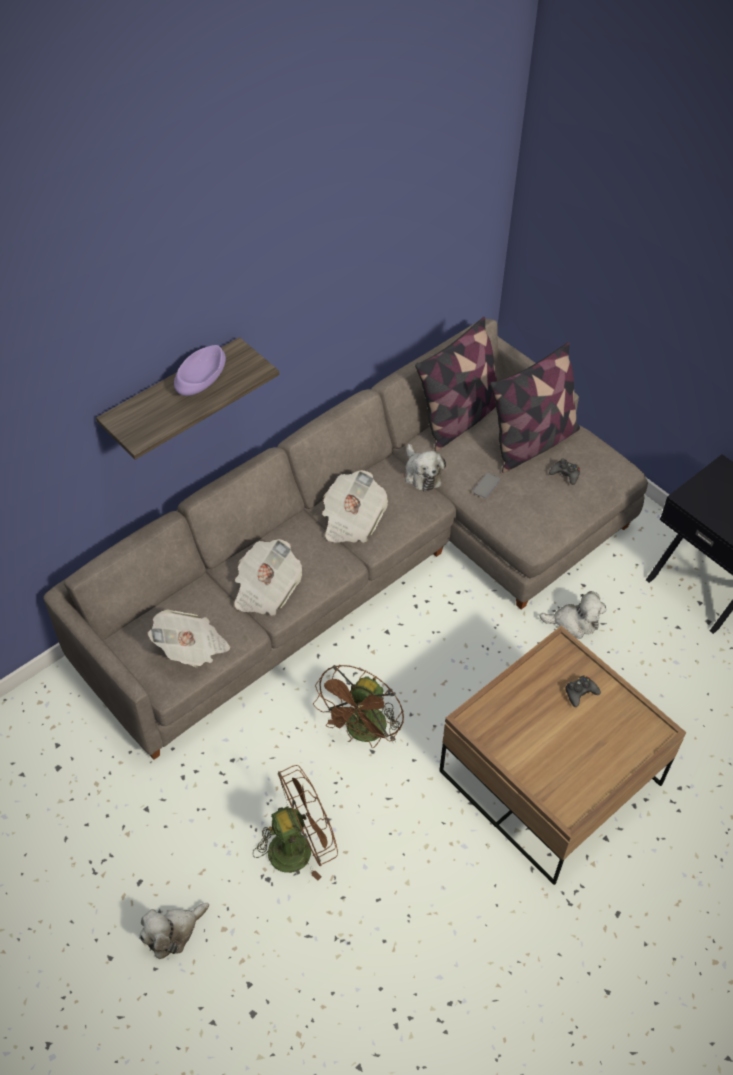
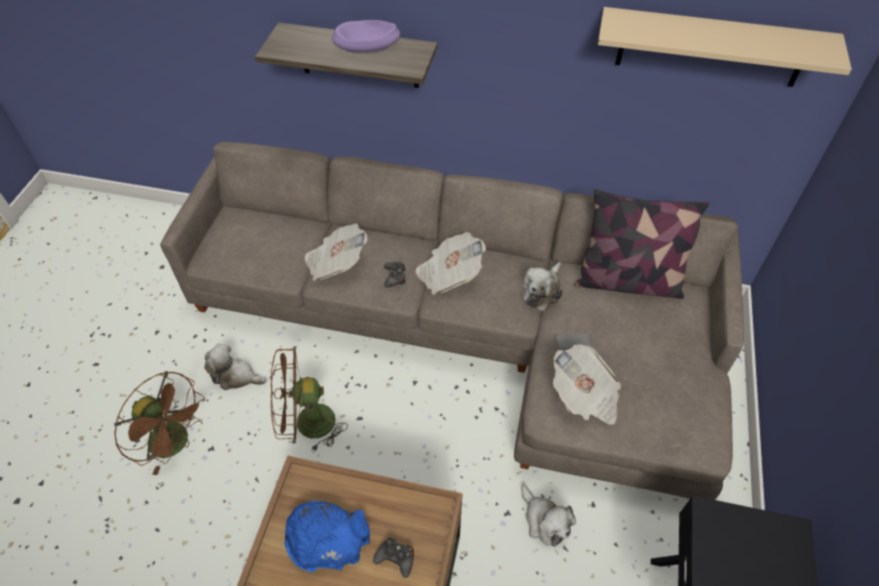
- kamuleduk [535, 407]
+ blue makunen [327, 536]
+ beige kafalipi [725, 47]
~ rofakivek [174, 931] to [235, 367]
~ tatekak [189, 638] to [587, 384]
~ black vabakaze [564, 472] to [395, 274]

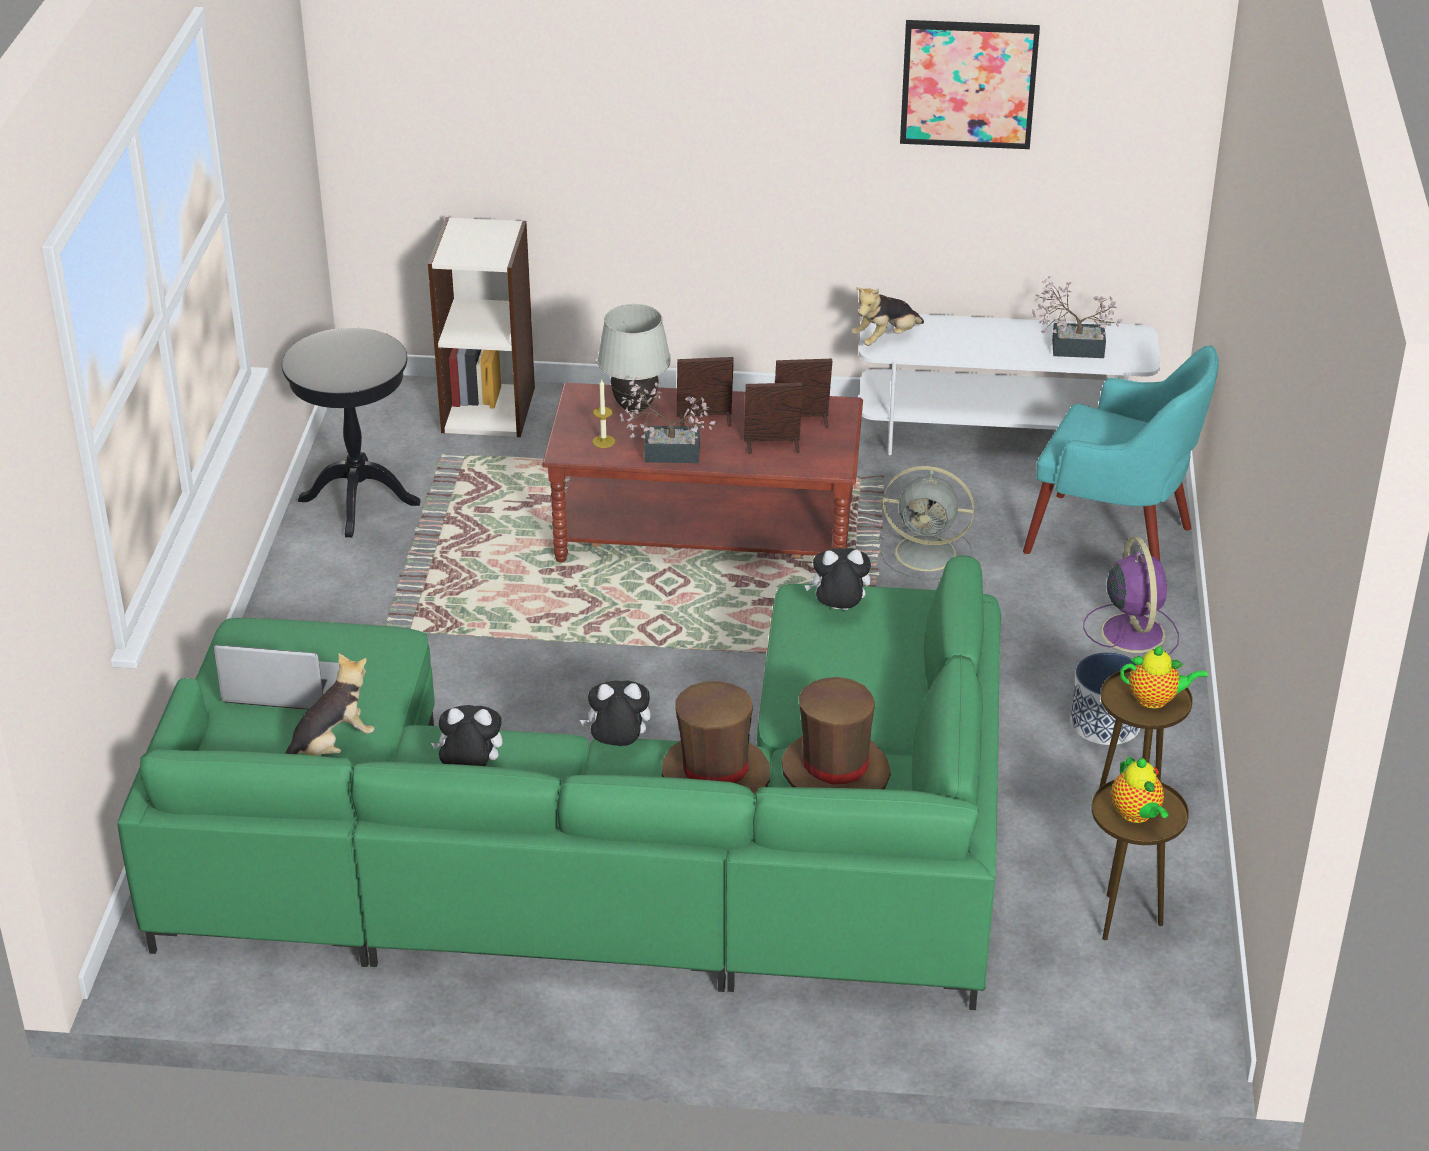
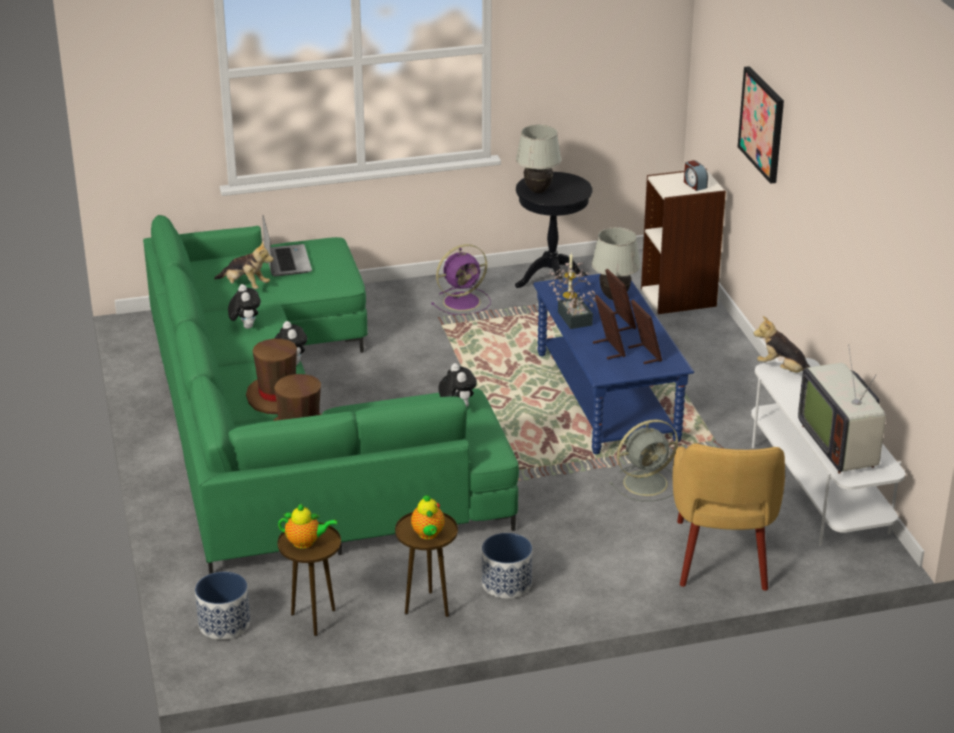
+ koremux [222, 606]
+ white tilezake [538, 159]
+ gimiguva [696, 175]
~ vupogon [970, 84] to [761, 125]
~ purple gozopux [1131, 596] to [461, 279]
~ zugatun [1077, 317] to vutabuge [842, 409]
~ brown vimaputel [702, 472] to blue vimaputel [613, 364]
~ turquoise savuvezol [1121, 453] to yellow savuvezol [729, 517]
~ grey gozopux [928, 523] = [643, 460] 105 degrees counterclockwise
~ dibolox [1140, 789] = [307, 526] 135 degrees counterclockwise

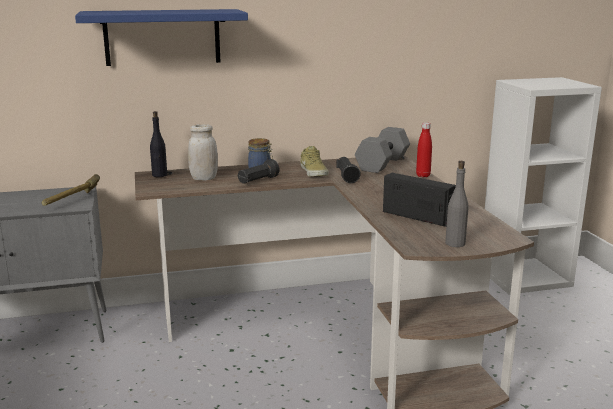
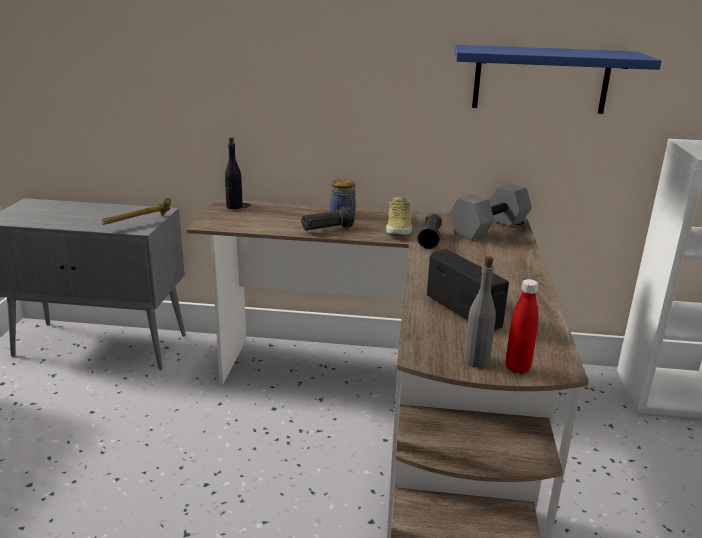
- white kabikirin [203, 152]
~ blue kafalipi [161, 37] to [558, 79]
~ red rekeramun [424, 149] to [522, 326]

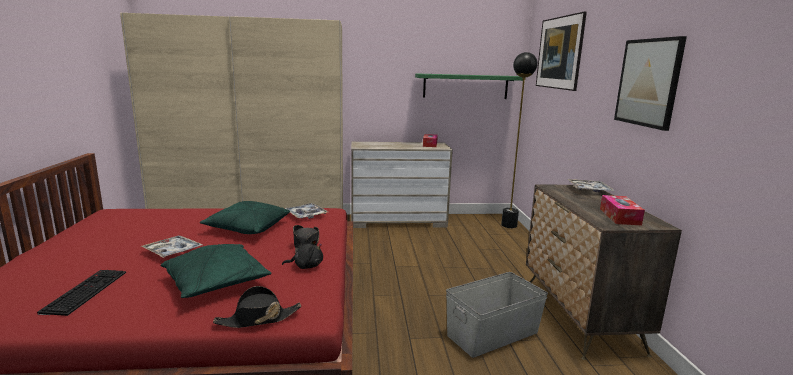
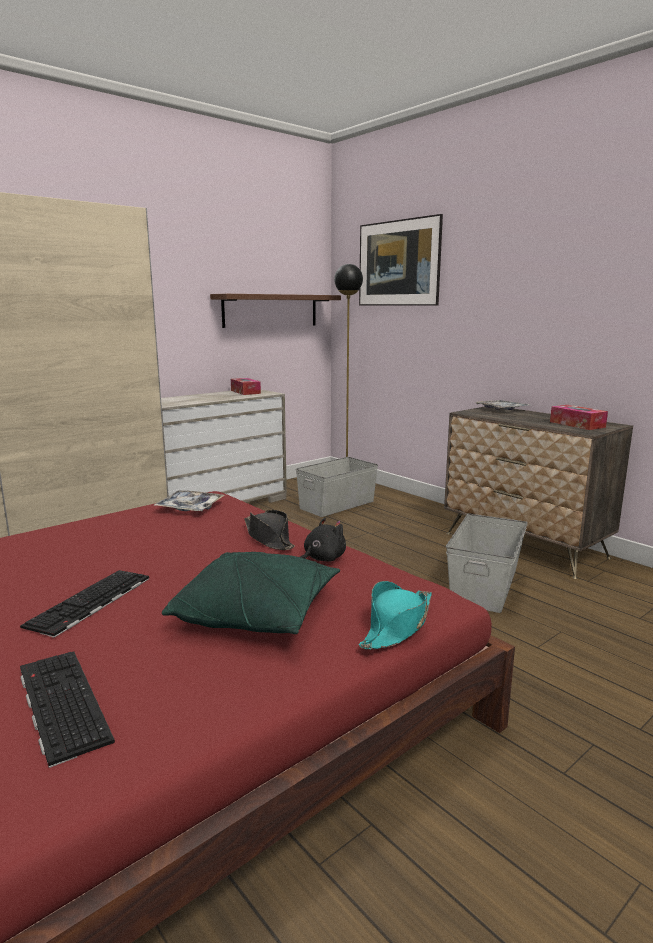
- green kamuleduk [245, 217]
- vupogon [650, 83]
+ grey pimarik [337, 487]
~ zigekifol [172, 247] to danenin [84, 604]
~ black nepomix [257, 307] to turquoise nepomix [395, 615]
~ green kafalipi [469, 86] to brown kafalipi [275, 311]

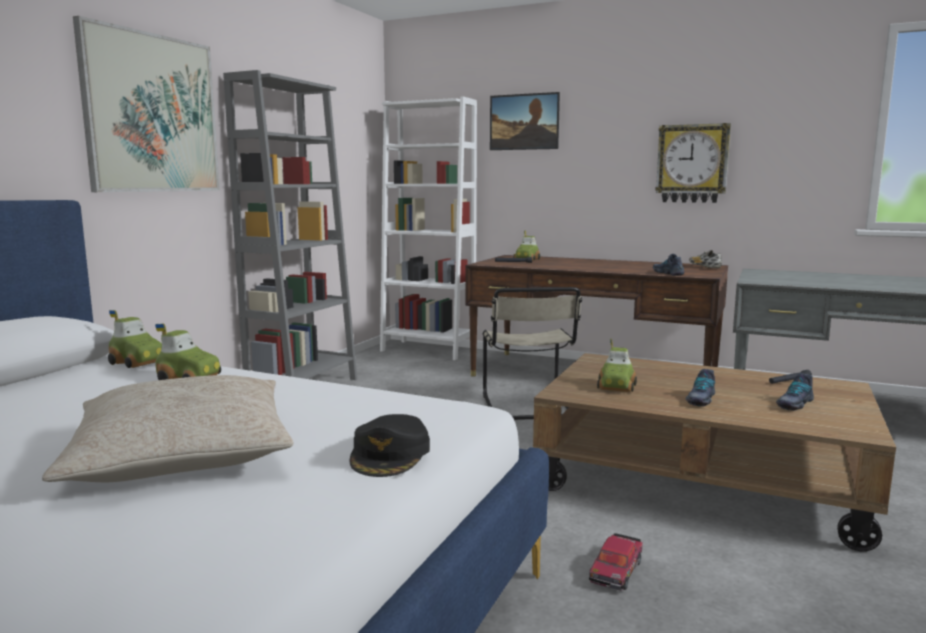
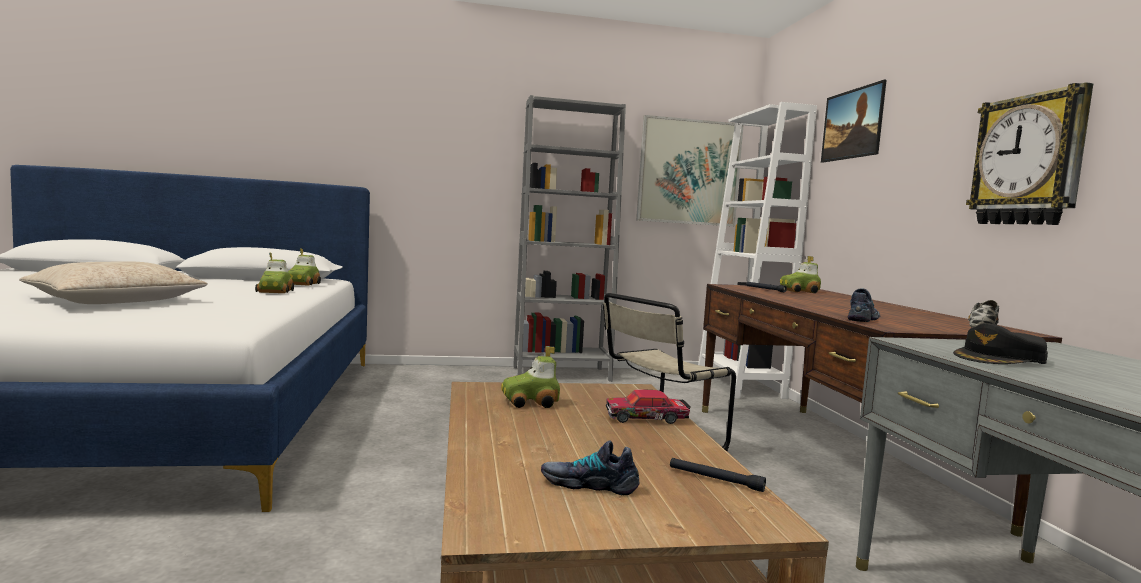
- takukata [700, 388]
~ vupogon [146, 104] to [689, 170]
~ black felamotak [390, 445] to [1000, 343]
~ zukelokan [615, 562] to [648, 407]

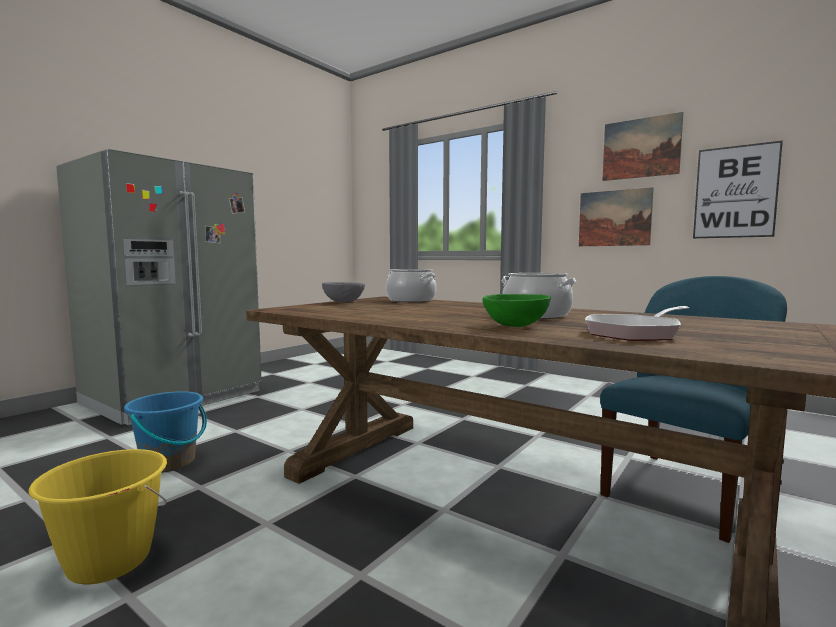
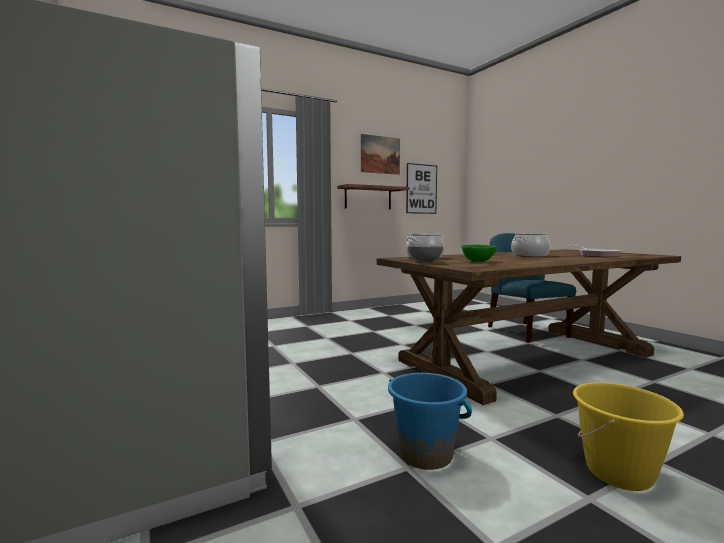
~ green makunen [517, 310] to [479, 253]
~ vupogon [616, 216] to kafalipi [373, 196]

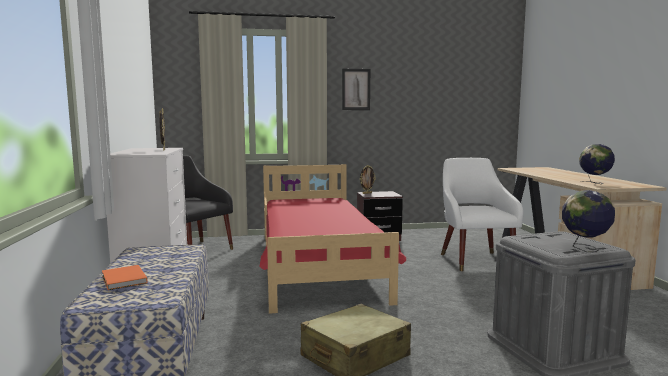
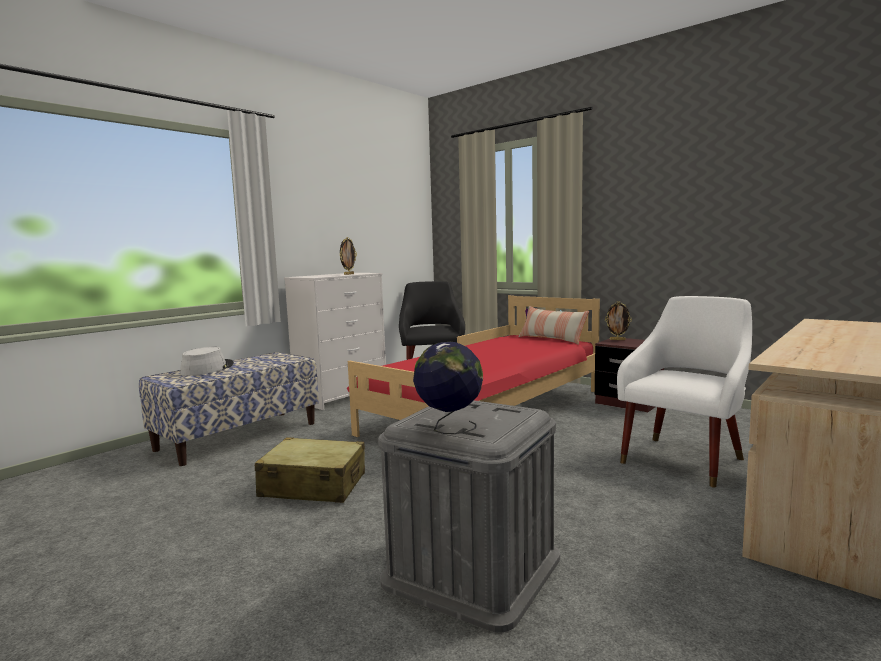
- vupogon [356, 89]
- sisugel [597, 164]
+ kamuleduk [554, 325]
~ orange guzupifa [125, 277] to grey nepomix [207, 361]

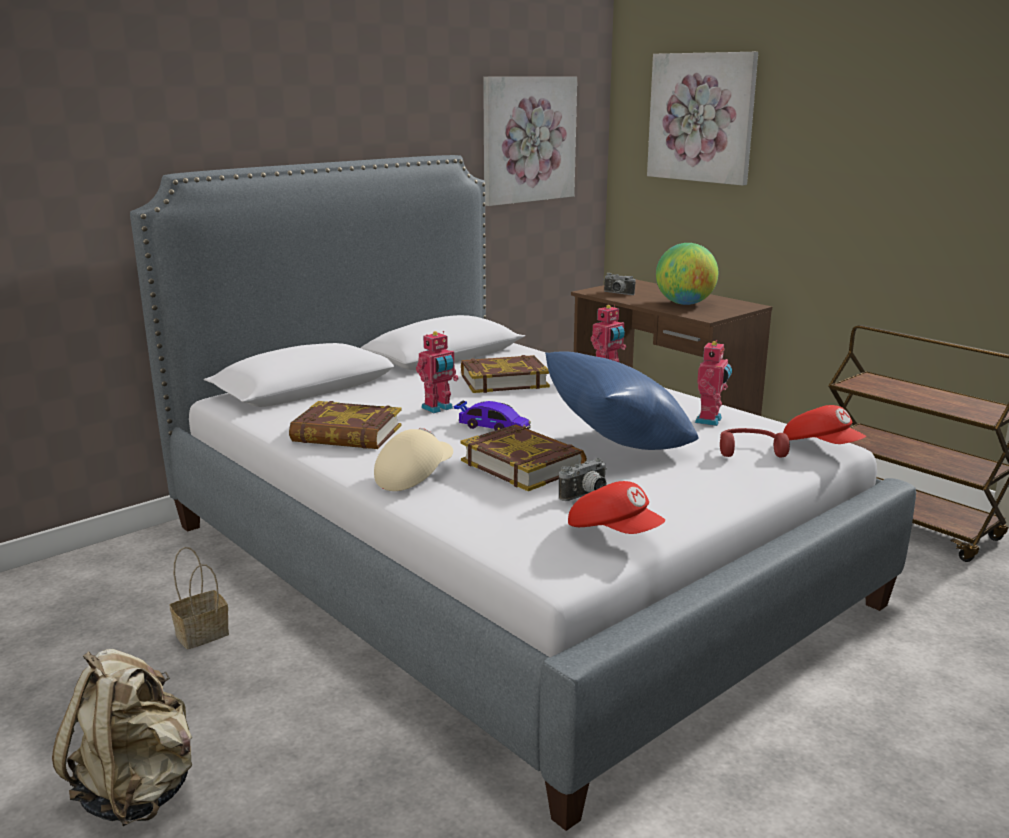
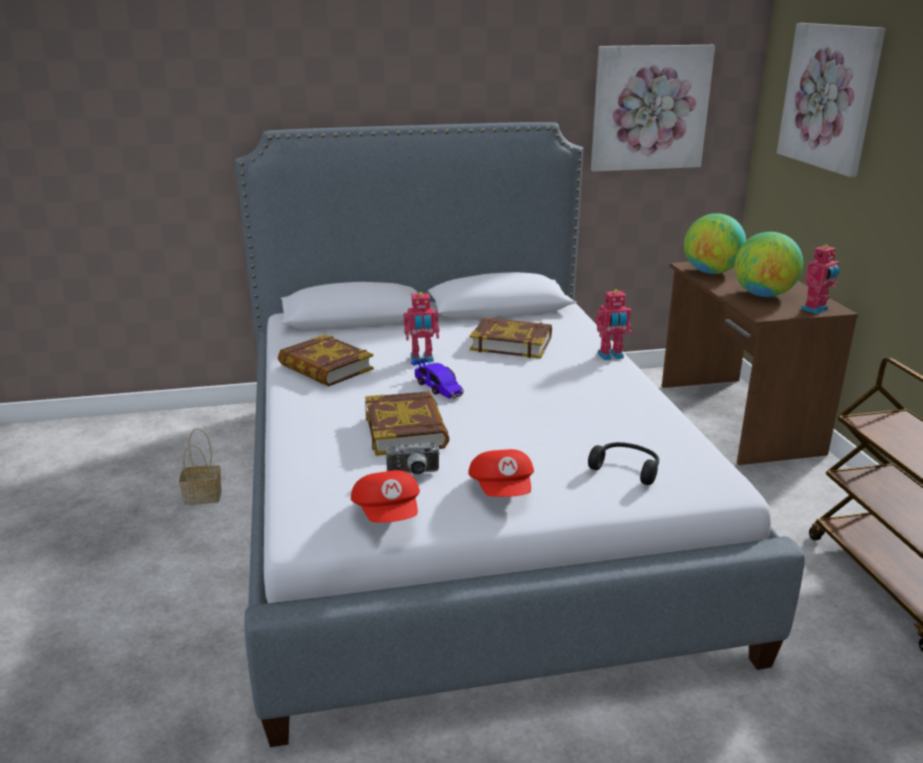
- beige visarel [122, 738]
- beige felamotak [413, 459]
- blue kamuleduk [622, 400]
~ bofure [713, 383] to [820, 279]
~ red felamotak [824, 424] to [501, 473]
~ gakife [620, 284] to sisugel [715, 243]
~ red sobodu [755, 442] to black sobodu [623, 463]

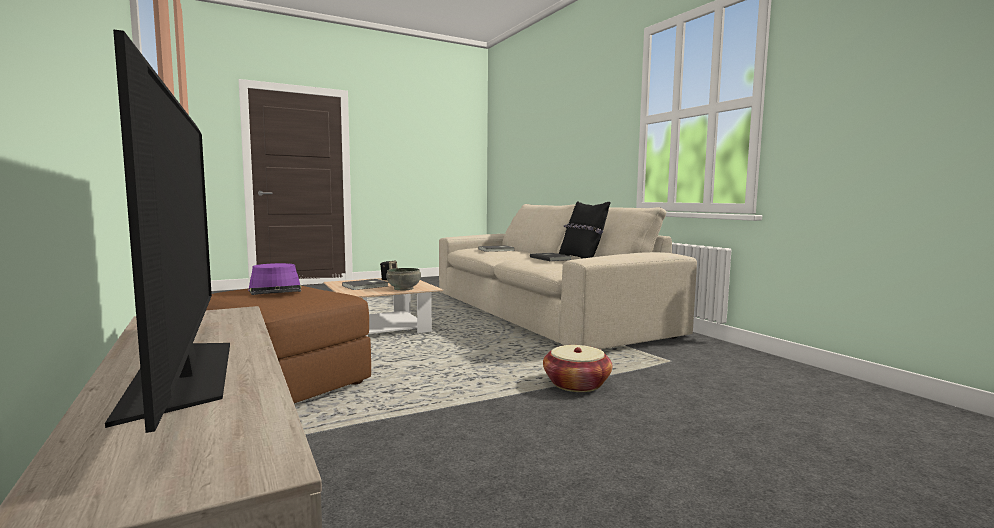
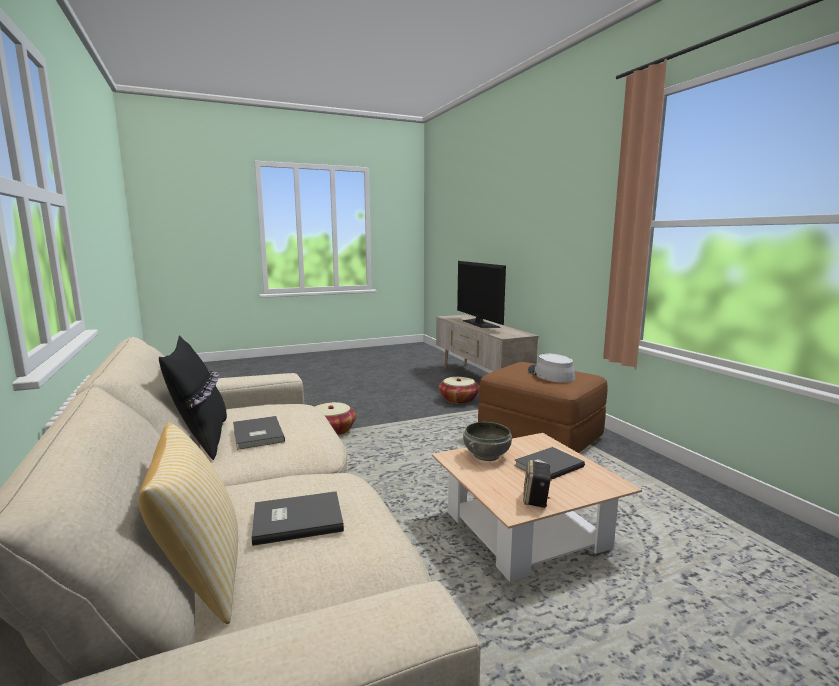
+ kamuleduk [188, 523]
+ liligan [459, 390]
~ purple nepomix [274, 279] to grey nepomix [551, 368]

